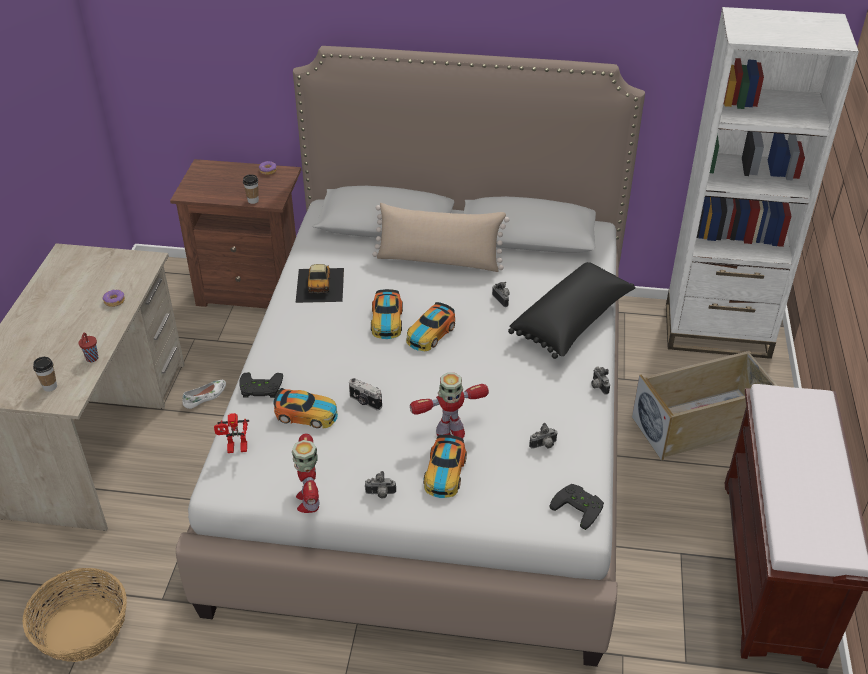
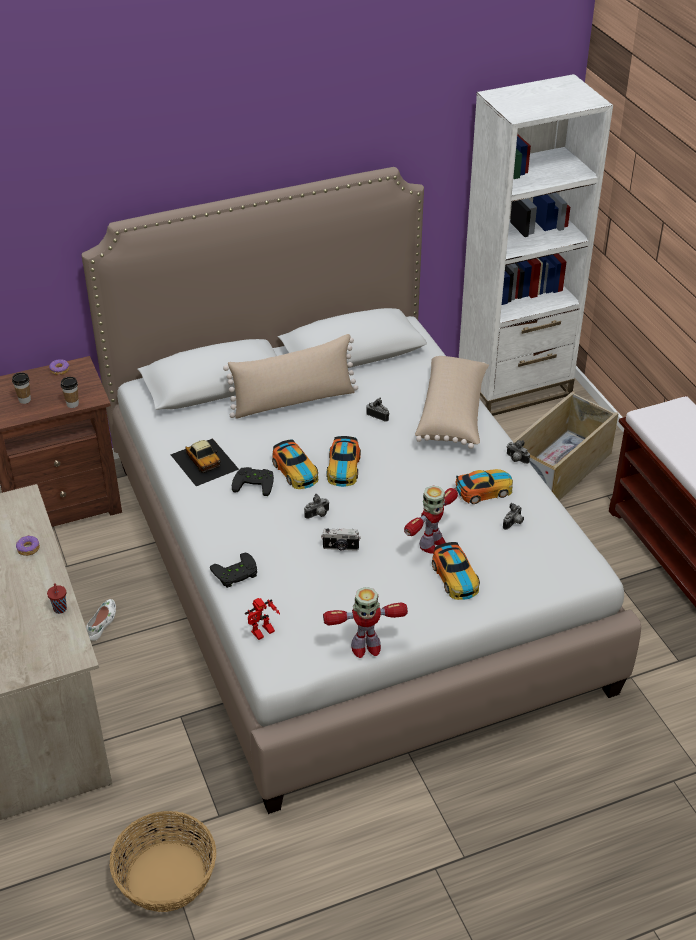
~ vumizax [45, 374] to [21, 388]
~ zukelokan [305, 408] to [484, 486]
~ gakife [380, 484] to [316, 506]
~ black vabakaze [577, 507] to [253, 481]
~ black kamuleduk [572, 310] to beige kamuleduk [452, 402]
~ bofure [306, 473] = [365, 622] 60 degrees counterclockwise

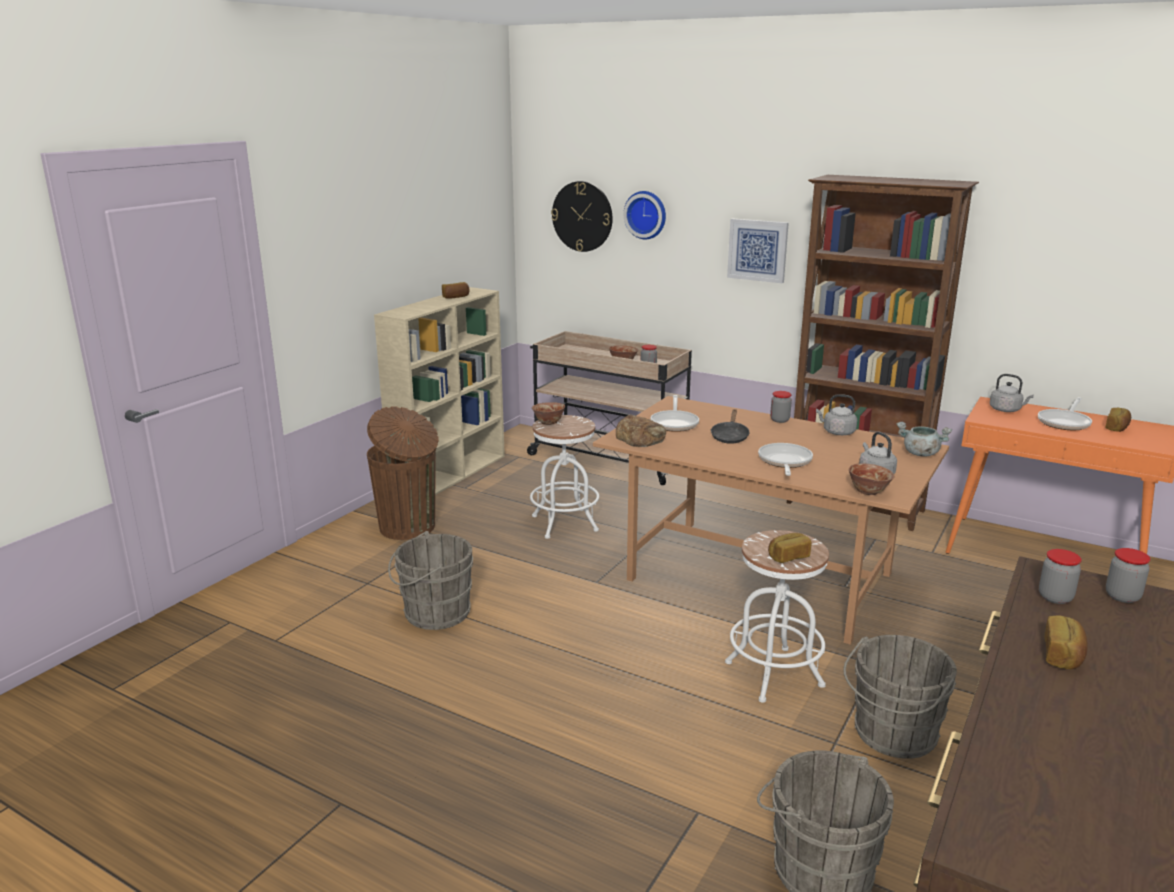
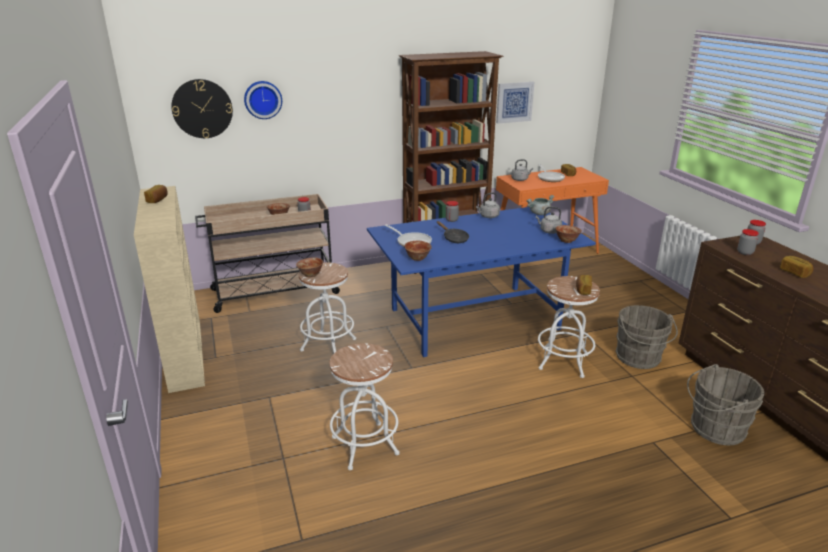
- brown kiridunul [403, 473]
- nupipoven [785, 459]
~ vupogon [758, 250] to [515, 103]
~ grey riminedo [430, 580] to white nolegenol [365, 406]
~ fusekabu [641, 430] to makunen [418, 251]
~ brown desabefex [771, 520] to blue desabefex [481, 282]

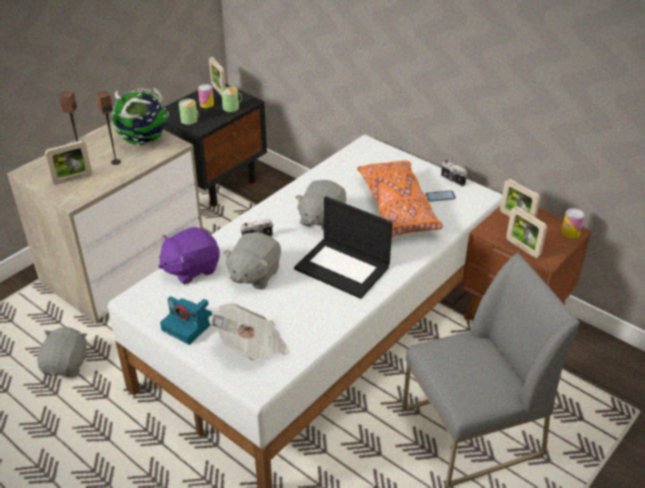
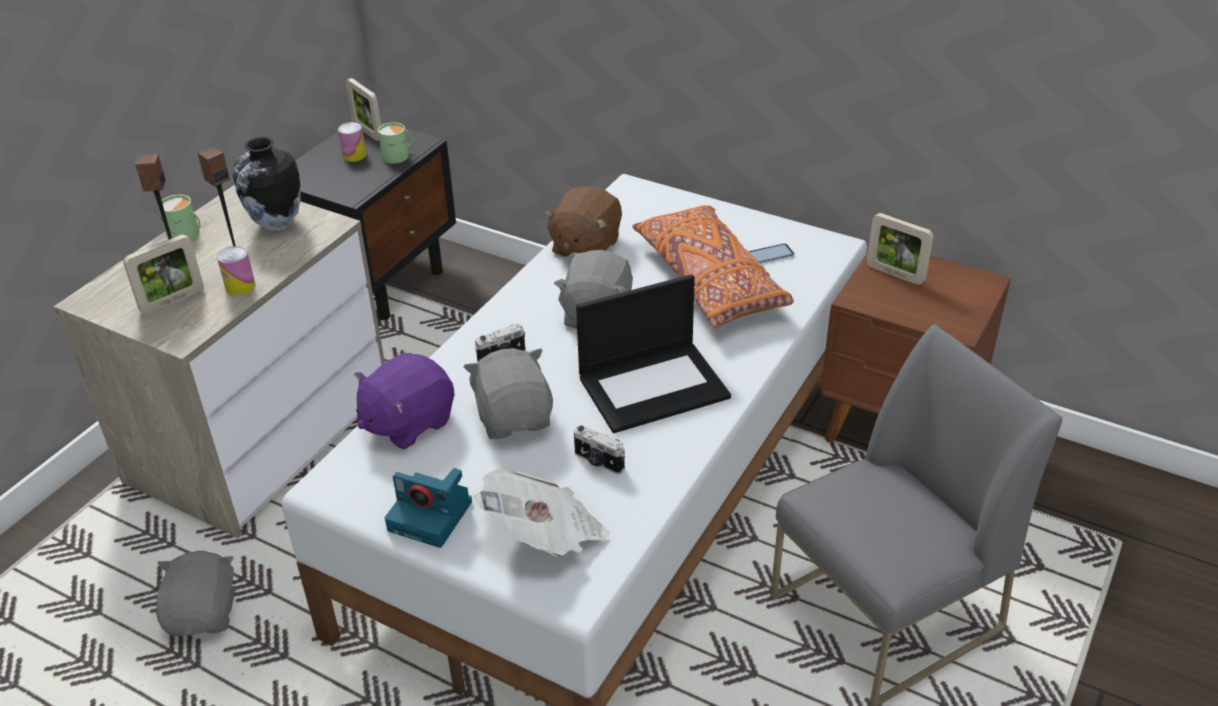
- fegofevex [526, 232]
+ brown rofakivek [583, 221]
~ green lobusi [189, 112] to [179, 217]
~ gakife [454, 173] to [599, 449]
~ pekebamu [573, 223] to [236, 271]
~ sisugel [140, 117] to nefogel [266, 184]
~ grey rofakivek [252, 261] = [508, 393] 150 degrees clockwise
~ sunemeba [343, 247] = [653, 353] 45 degrees counterclockwise

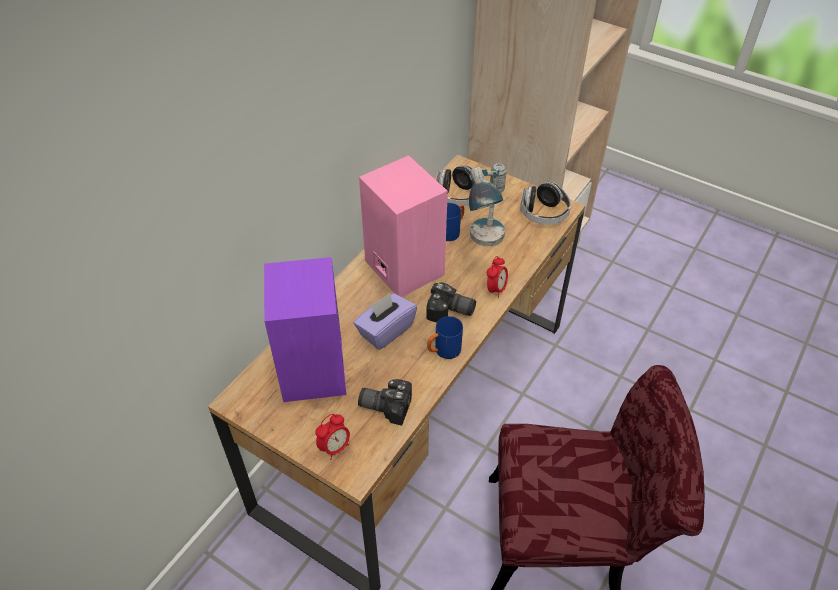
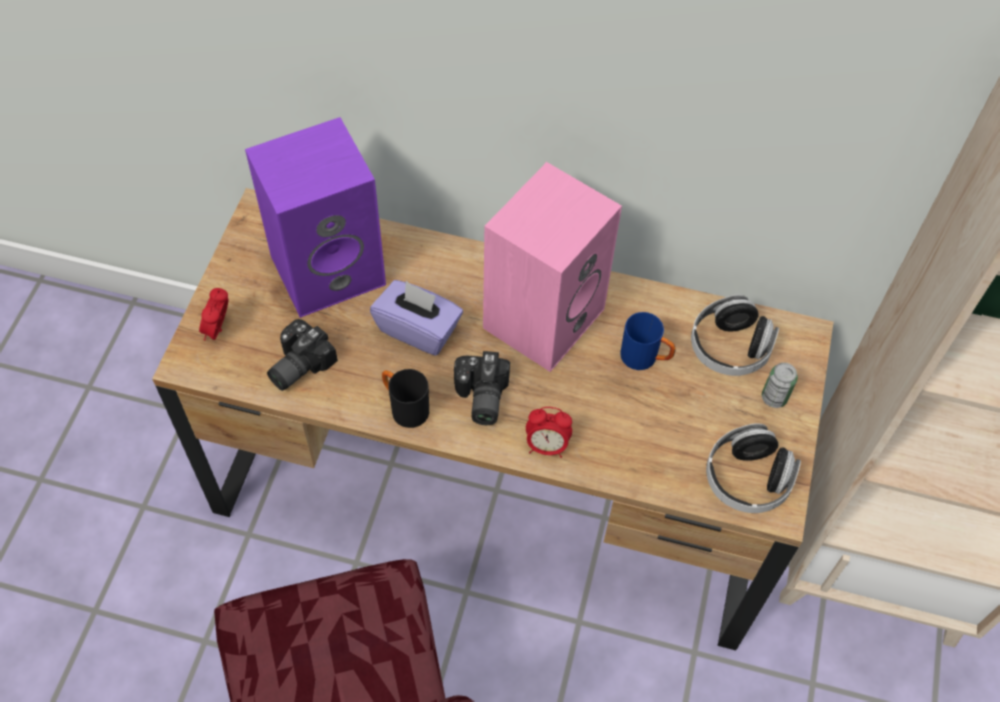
- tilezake [487, 206]
~ blue lobusi [445, 337] to black lobusi [405, 398]
~ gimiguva [332, 437] = [213, 314] 75 degrees clockwise
~ gakife [385, 402] = [302, 355] 135 degrees counterclockwise

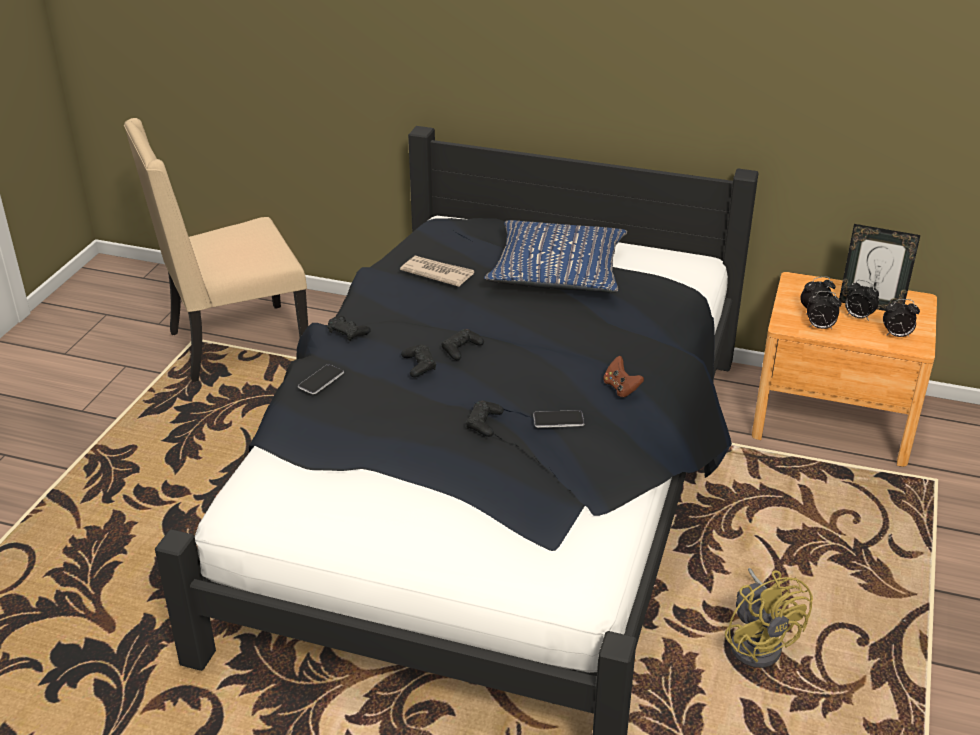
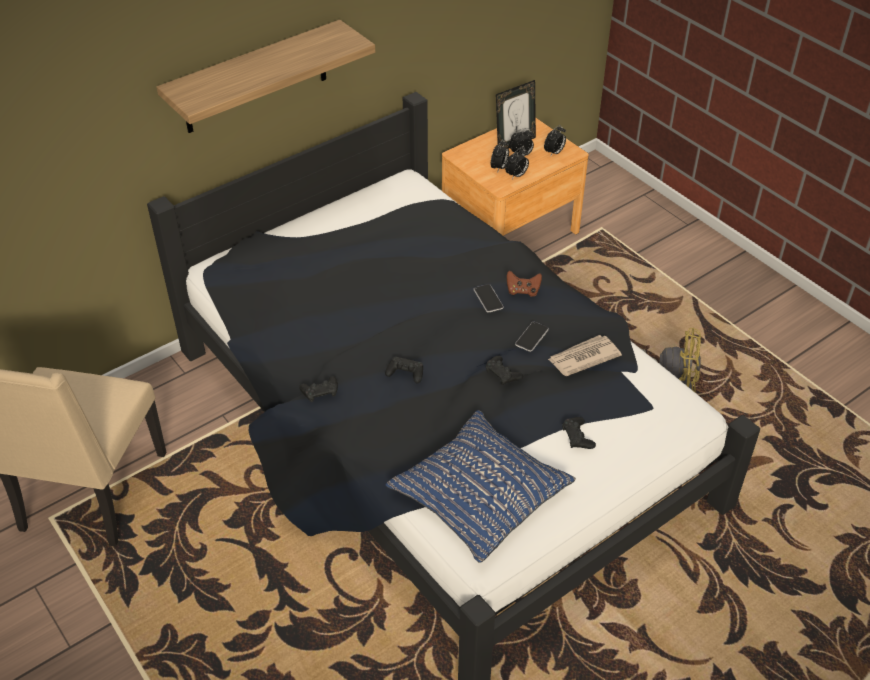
+ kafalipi [266, 76]
~ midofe [321, 379] to [489, 298]
~ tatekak [437, 271] to [585, 355]
~ black vabakaze [462, 344] to [579, 433]
~ blue kamuleduk [555, 256] to [480, 486]

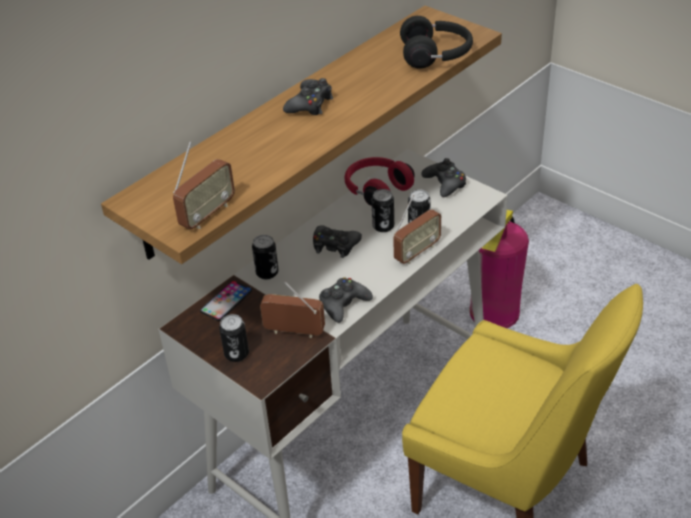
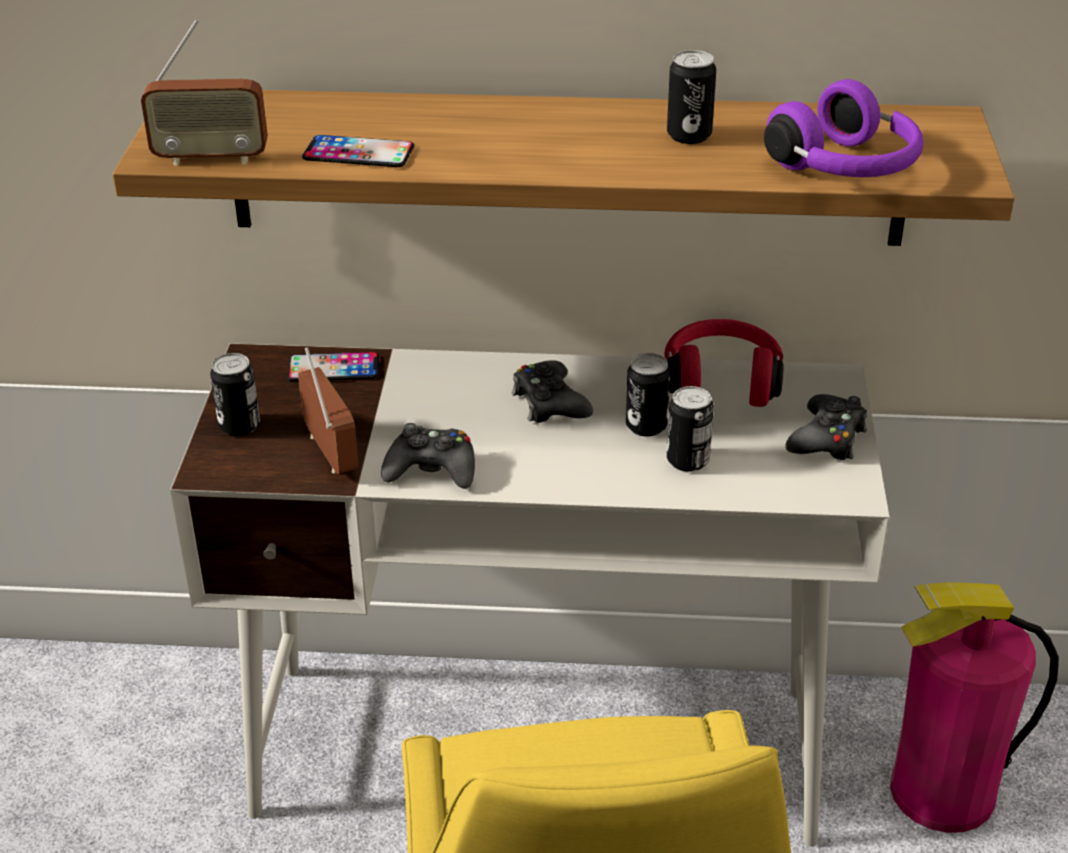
- black vabakaze [308, 96]
- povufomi [417, 229]
+ midofe [358, 151]
~ pekebamu [265, 257] to [691, 97]
~ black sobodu [436, 42] to purple sobodu [844, 128]

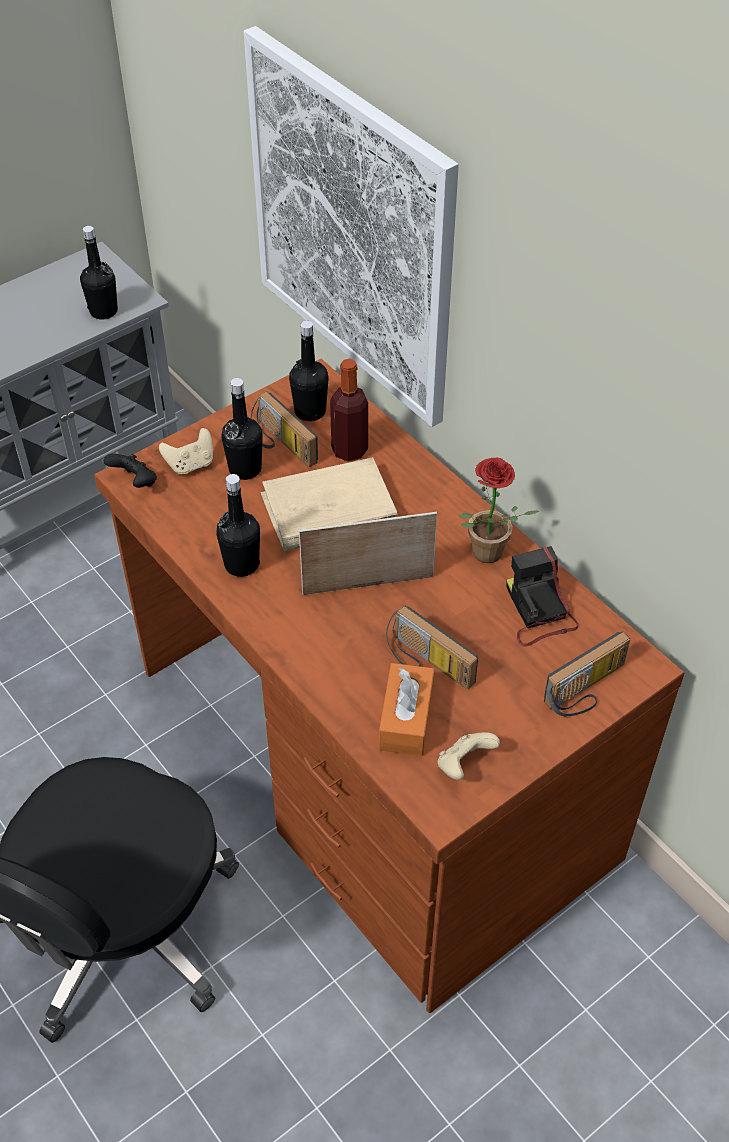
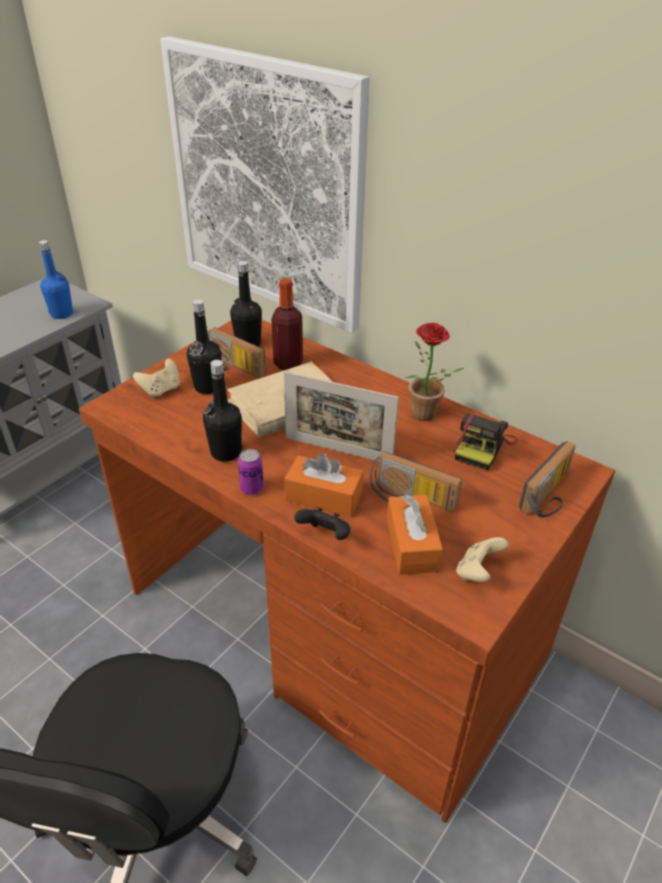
+ pekebamu [251, 472]
+ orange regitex [324, 485]
~ black vabakaze [130, 471] to [322, 523]
~ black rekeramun [99, 272] to blue rekeramun [56, 279]
~ fegofevex [368, 553] = [341, 416] 135 degrees counterclockwise
~ gakife [542, 596] = [485, 441] 120 degrees counterclockwise

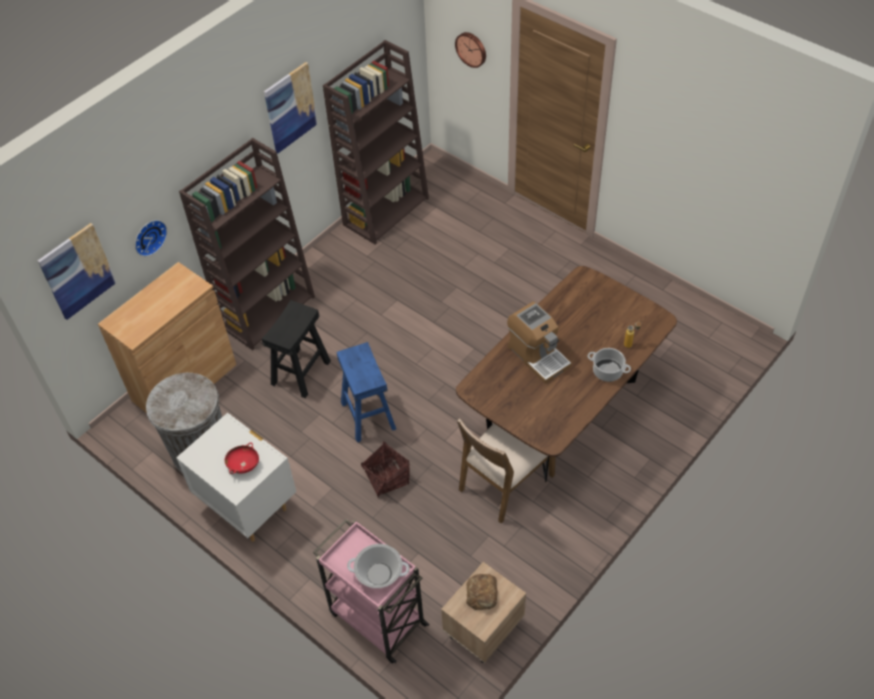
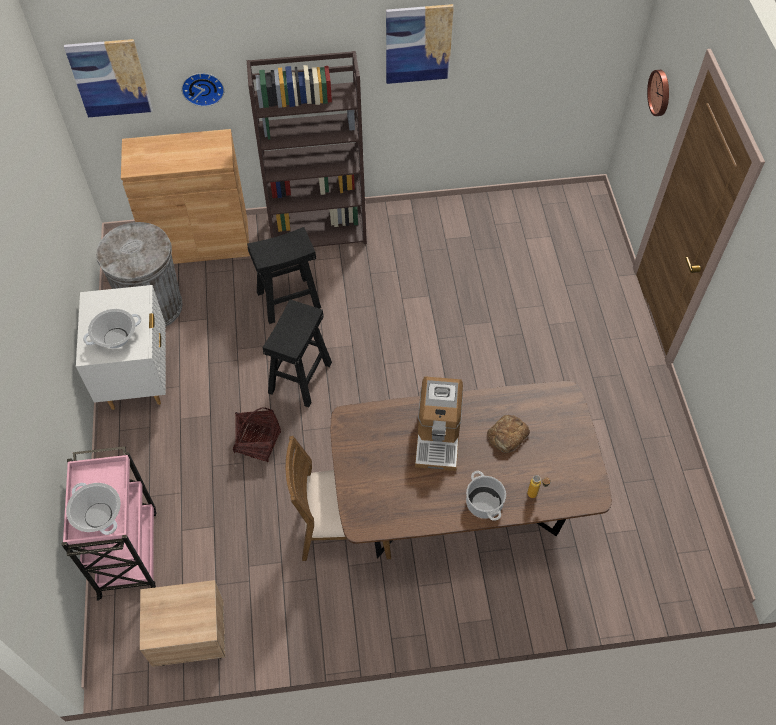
- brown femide [376, 142]
~ fusekabu [482, 592] to [508, 434]
~ red makunen [242, 458] to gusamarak [112, 328]
~ blue nolegenol [366, 392] to black nolegenol [297, 353]

